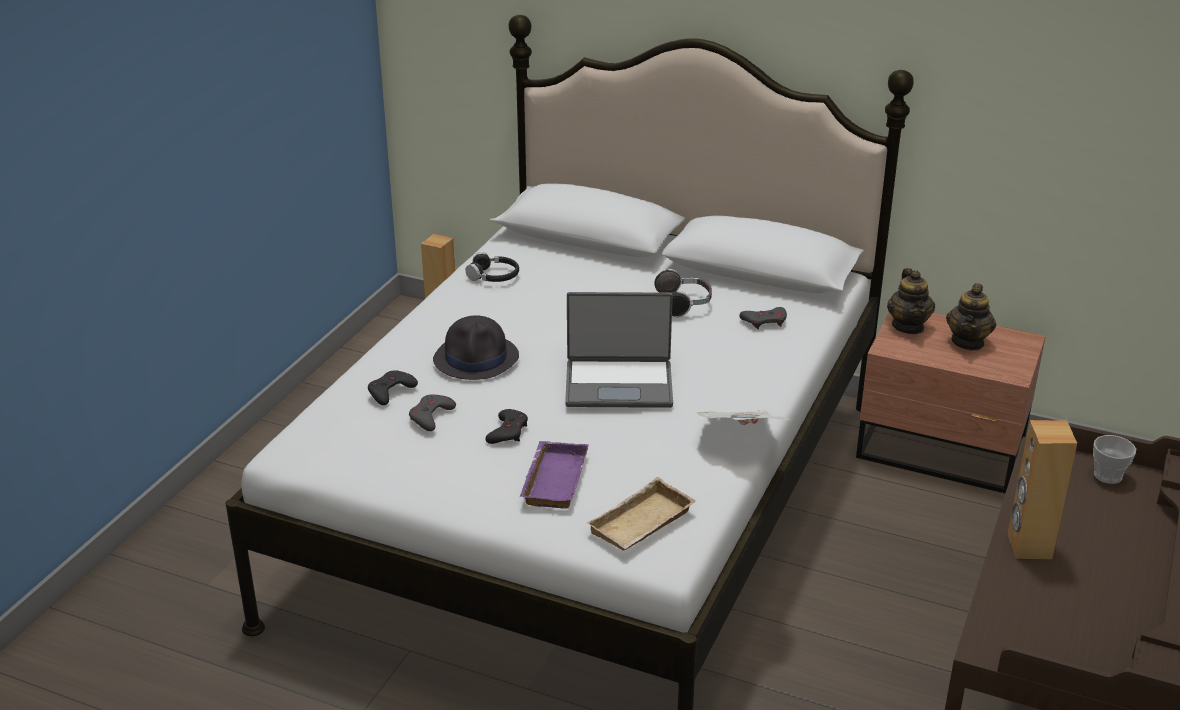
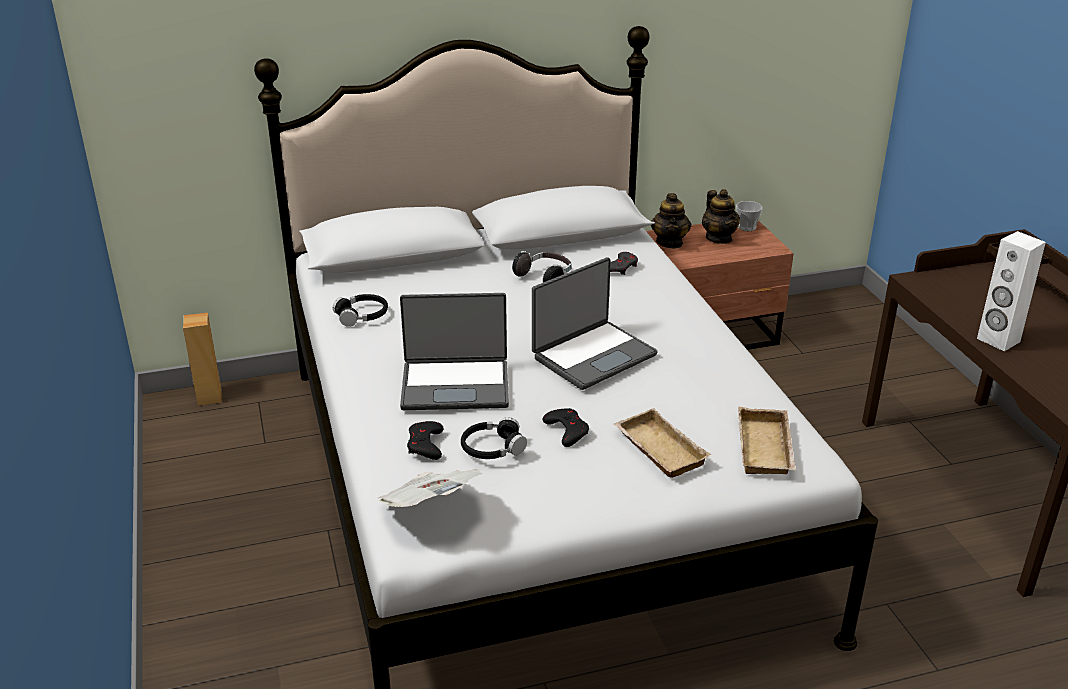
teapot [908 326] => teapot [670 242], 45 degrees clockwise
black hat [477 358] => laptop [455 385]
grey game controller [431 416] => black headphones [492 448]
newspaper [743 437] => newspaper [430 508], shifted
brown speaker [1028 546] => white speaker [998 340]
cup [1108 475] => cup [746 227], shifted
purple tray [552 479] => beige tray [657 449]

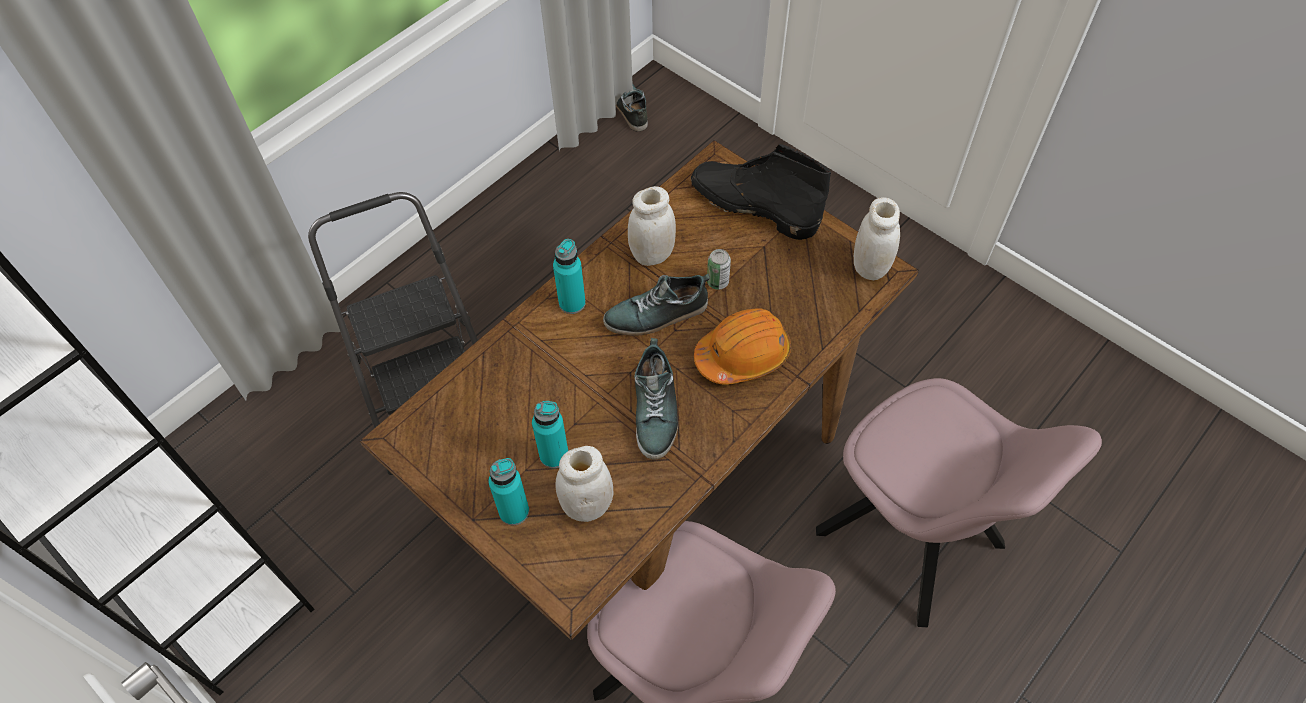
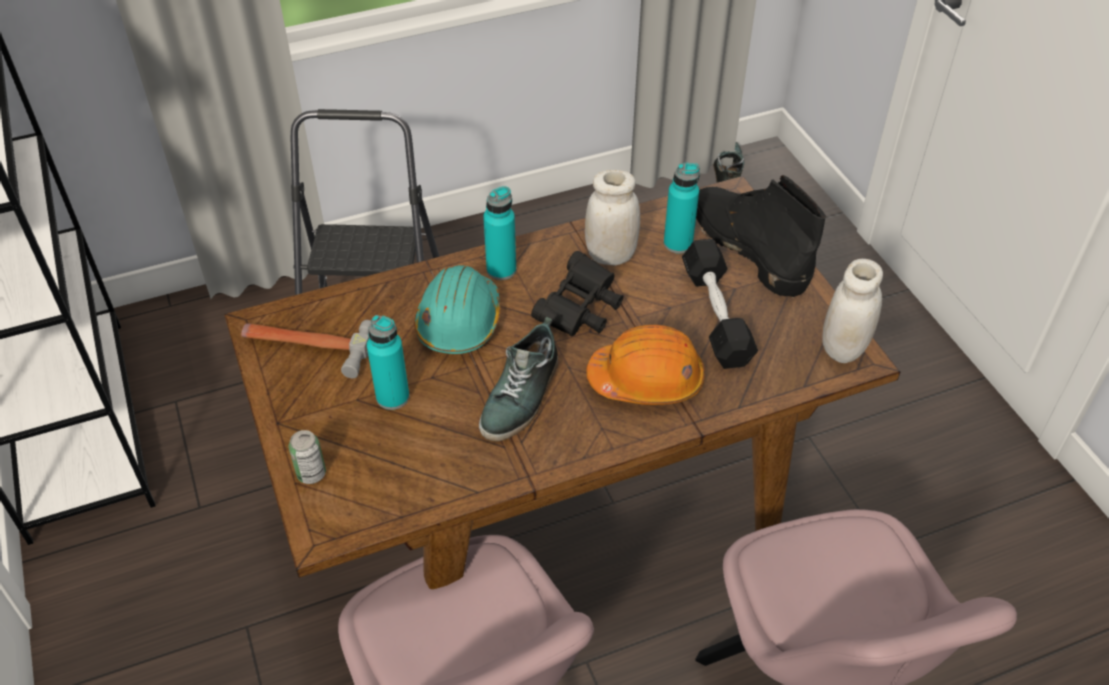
can [717 282] => can [311 474], shifted
shoe [657 315] => black binoculars [580 310]
white jar [587 505] => nothing
turquoise bottle [514 511] => turquoise bottle [678 243], shifted
nothing => black dumbbell [716 315]
nothing => turquoise hard hat [459 322]
nothing => hammer [306 346]

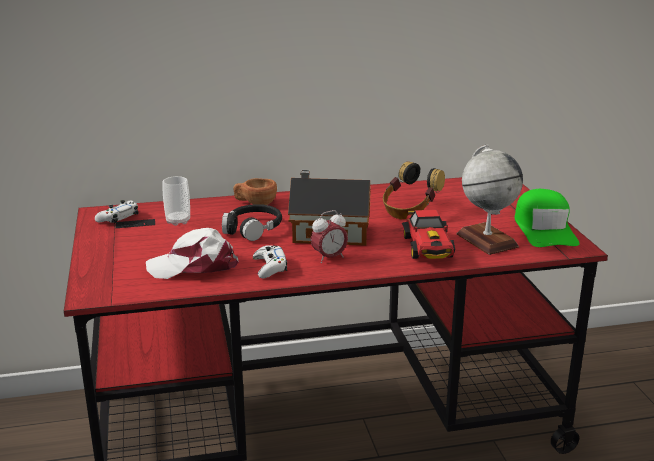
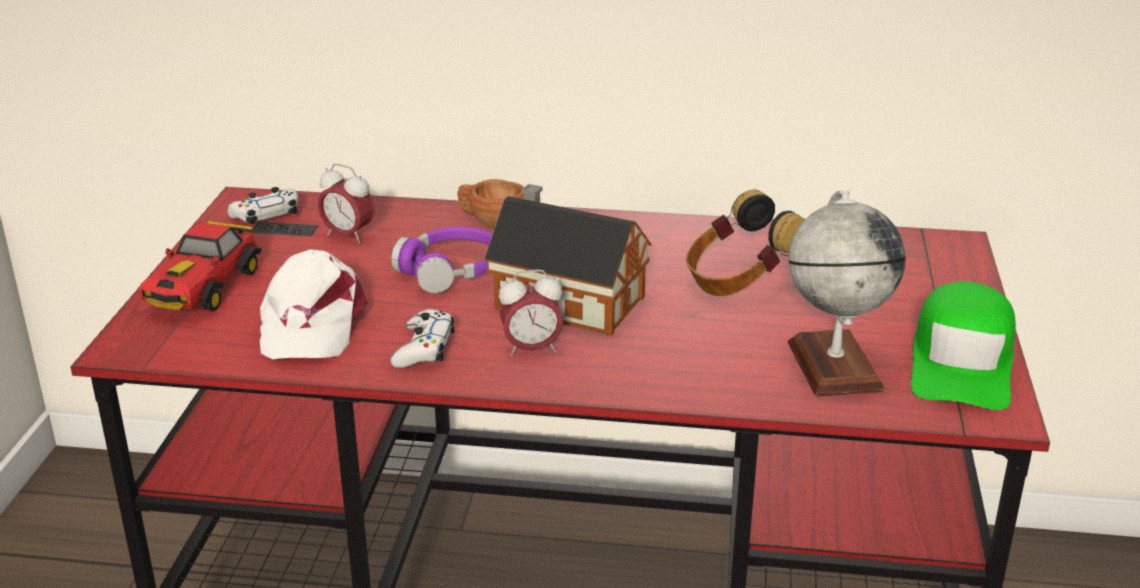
cup [178 221] => alarm clock [348 236]
black headphones [253 229] => purple headphones [451 270]
toy car [428 249] => toy car [203 290], shifted
white cap [194 266] => white cap [310 323], 105 degrees counterclockwise

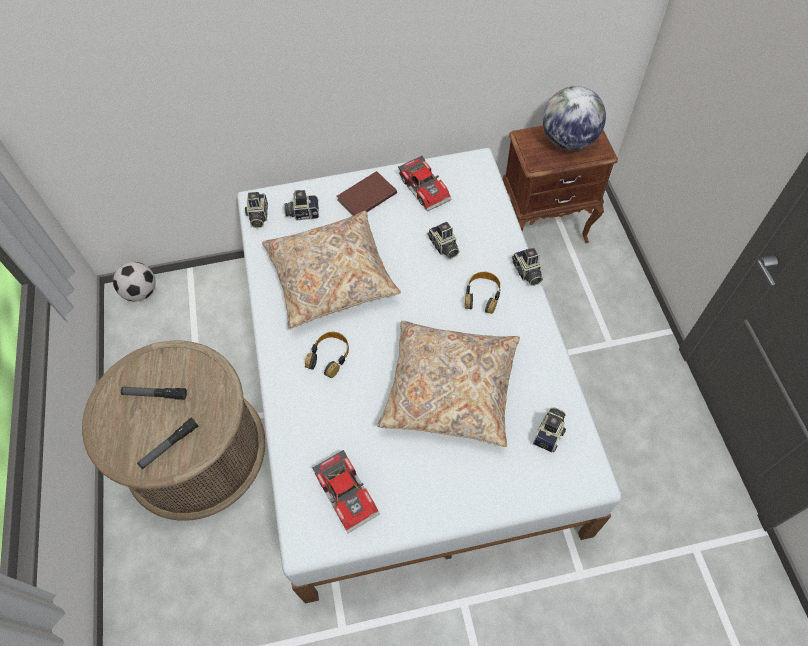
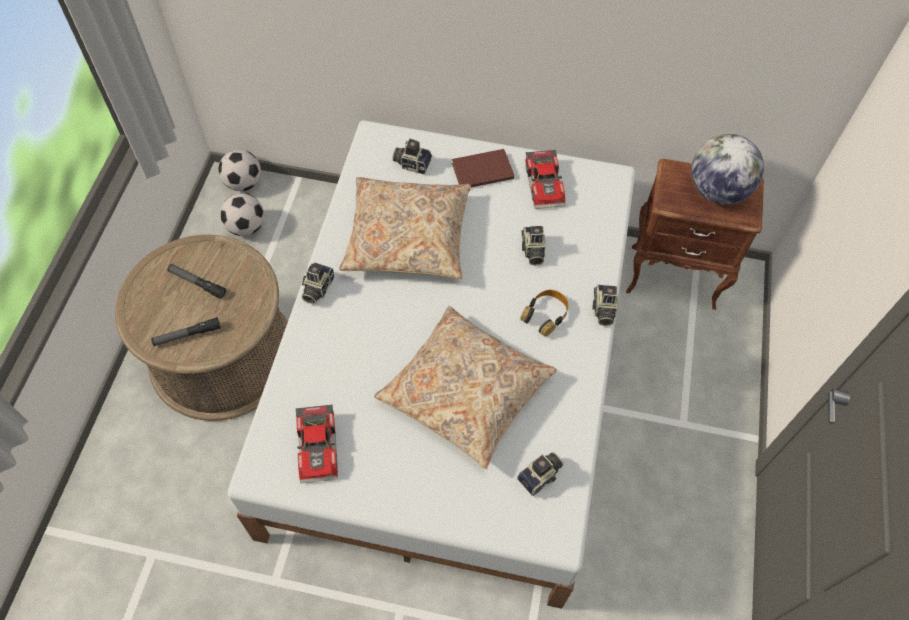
photo camera [258 216] => photo camera [317 288], shifted
headphones [329 356] => nothing
nothing => football [246 227]

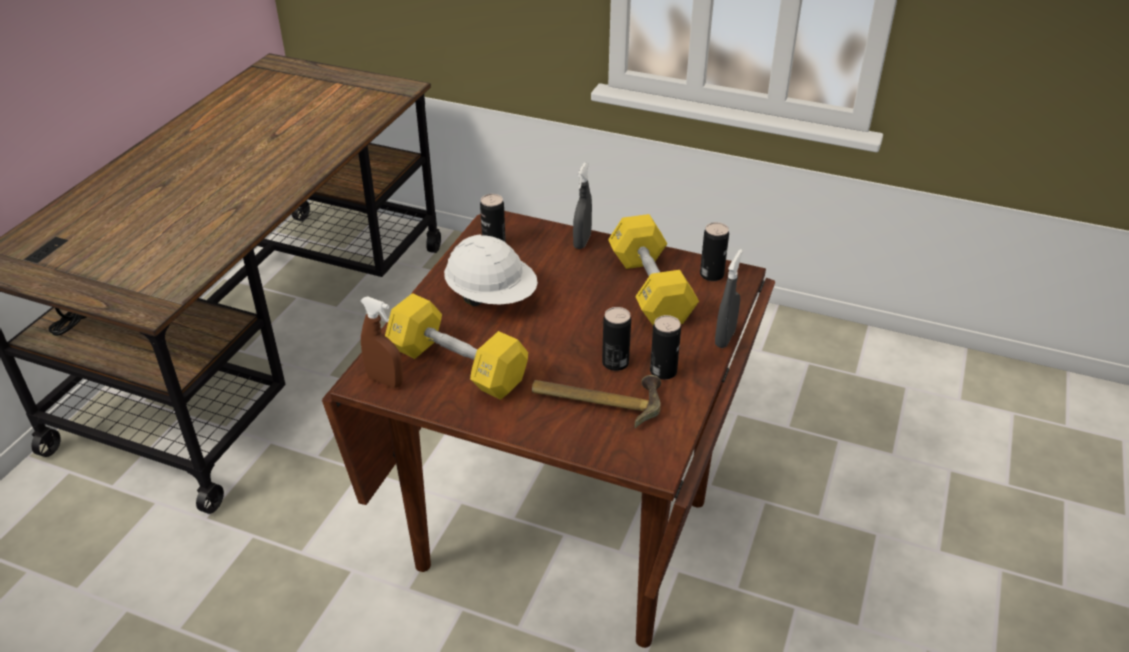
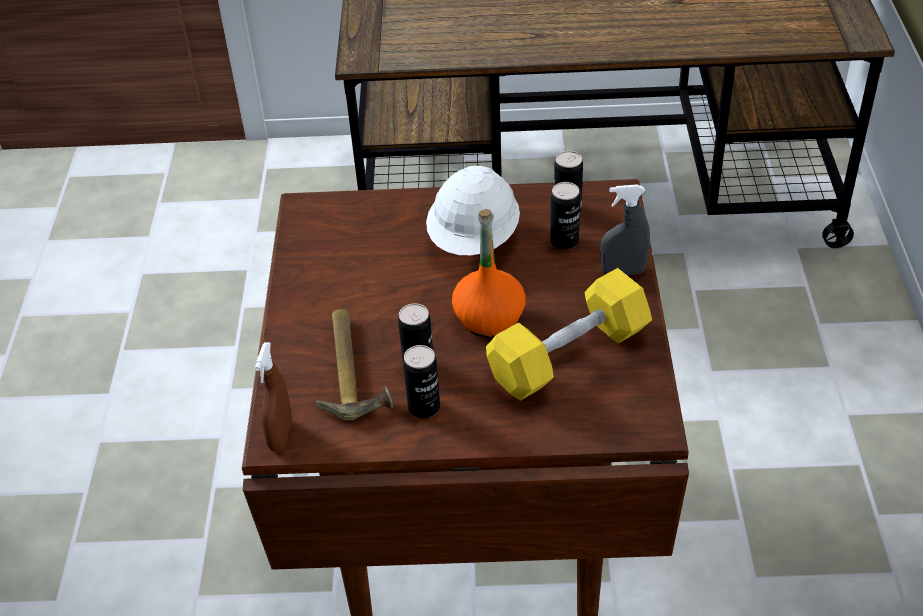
can [711 275] => can [564 241], shifted
grey spray bottle [725 338] => nothing
yellow dumbbell [457 365] => nothing
brown spray bottle [385 381] => brown spray bottle [281 436], shifted
nothing => orange bottle [489 318]

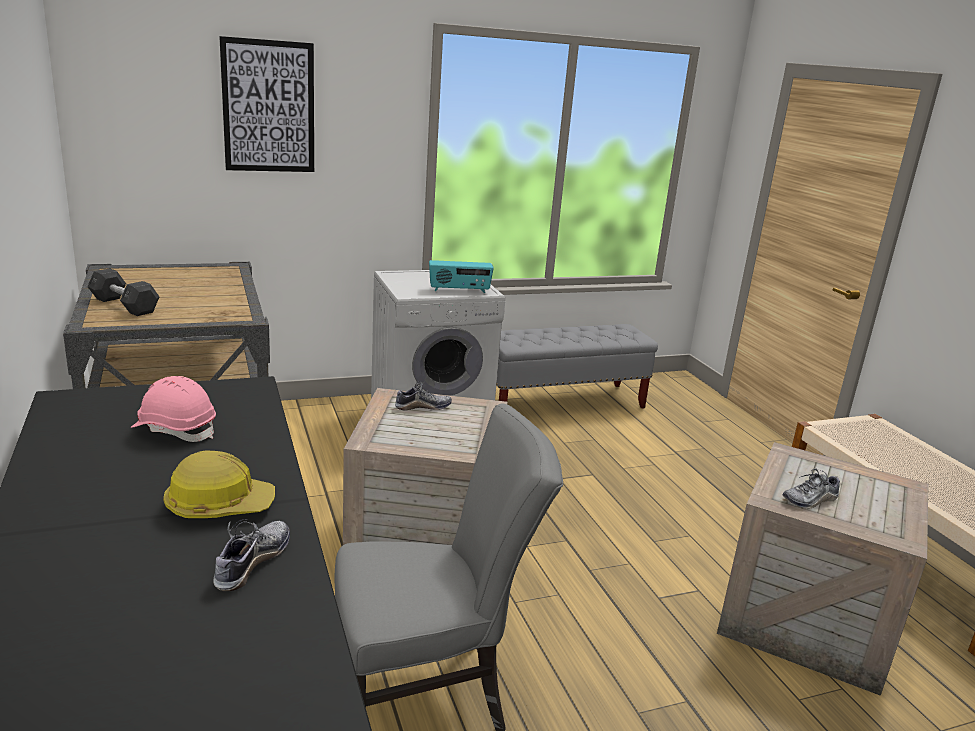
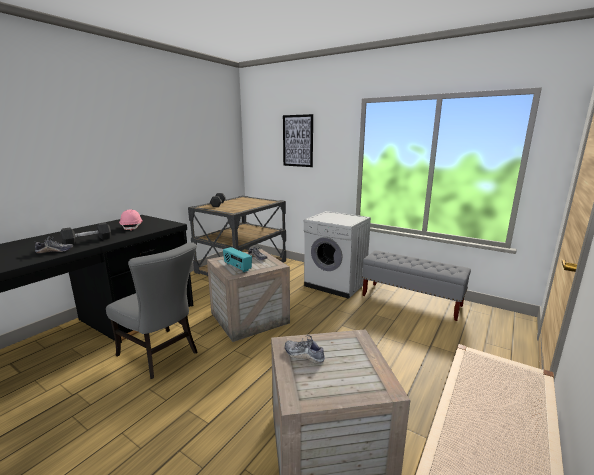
radio [459 290] => radio [237 267], shifted
hard hat [219 505] => grey dumbbell [88 241]

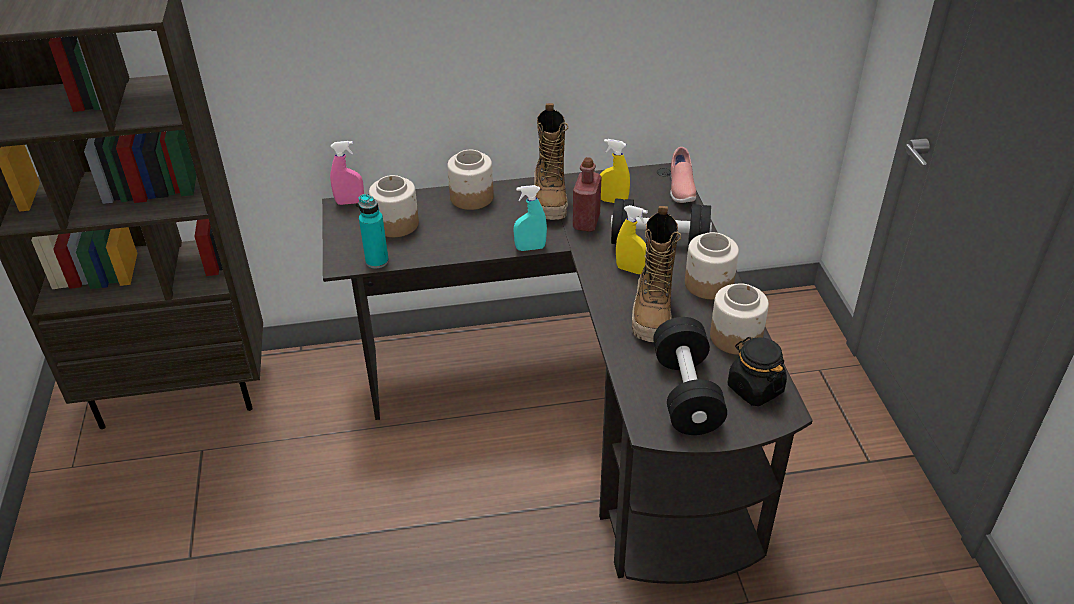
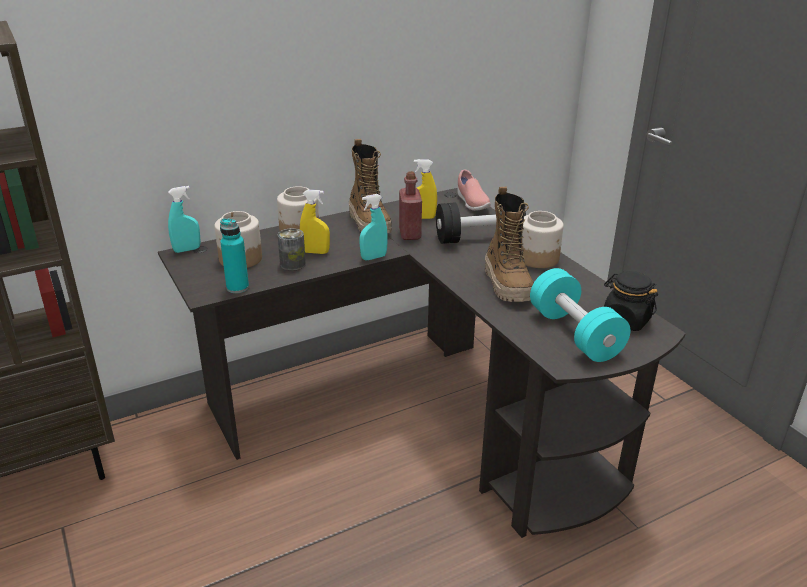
pink spray bottle [350 202] => turquoise spray bottle [187 250]
yellow spray bottle [630 270] => yellow spray bottle [315 252], shifted
jar [736 336] => nothing
black dumbbell [686 393] => turquoise dumbbell [574 333]
nothing => can [292 264]

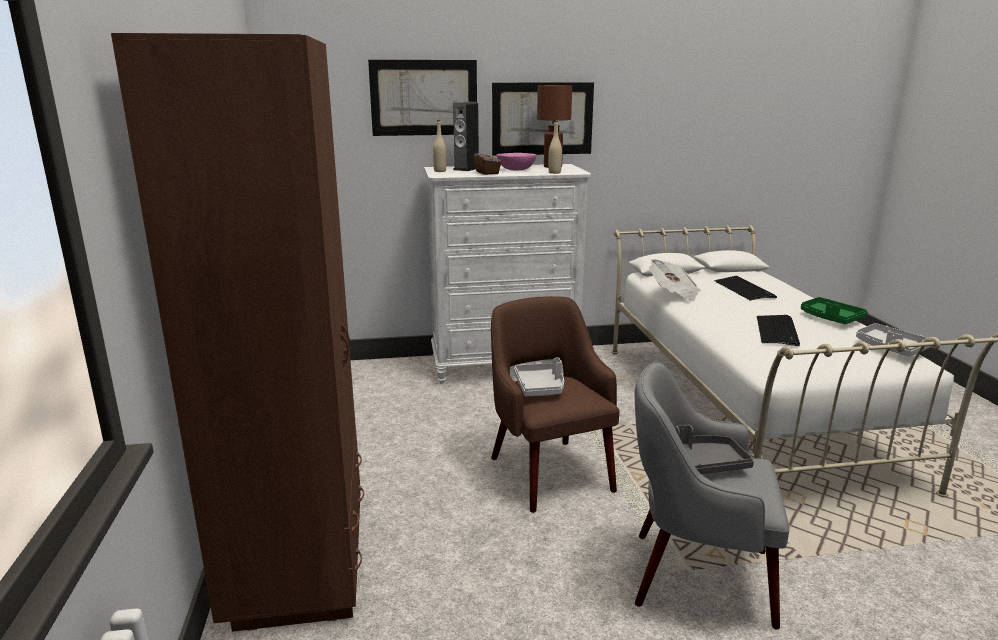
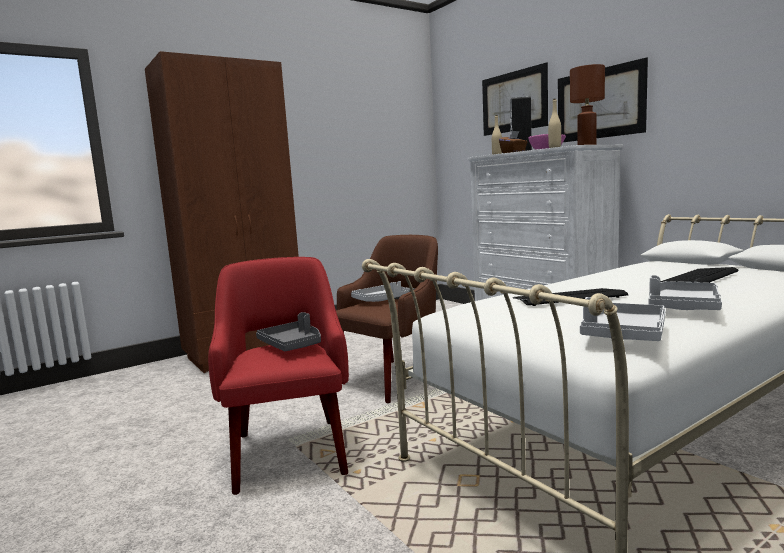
newspaper [673 294] => nothing
green tray [830 318] => grey tray [683 307]
grey armchair [697 576] => red armchair [289 451]

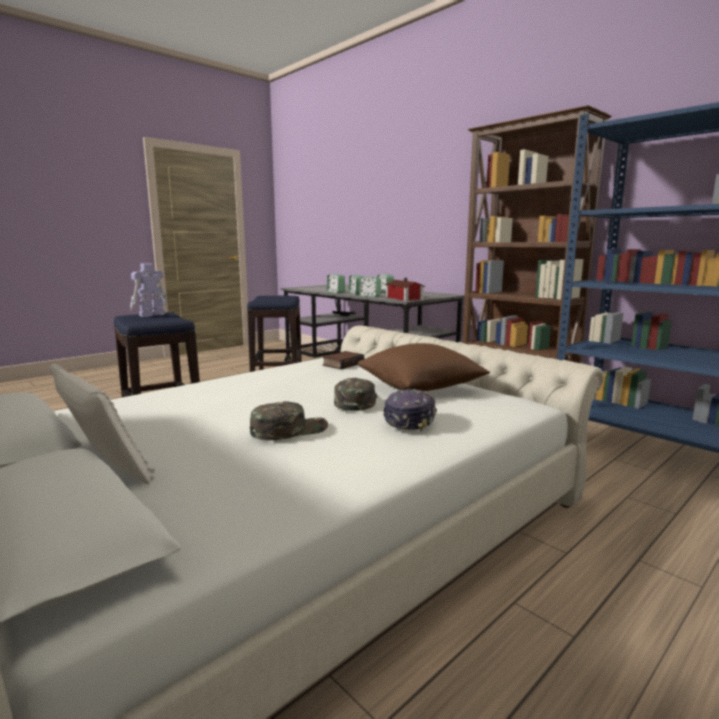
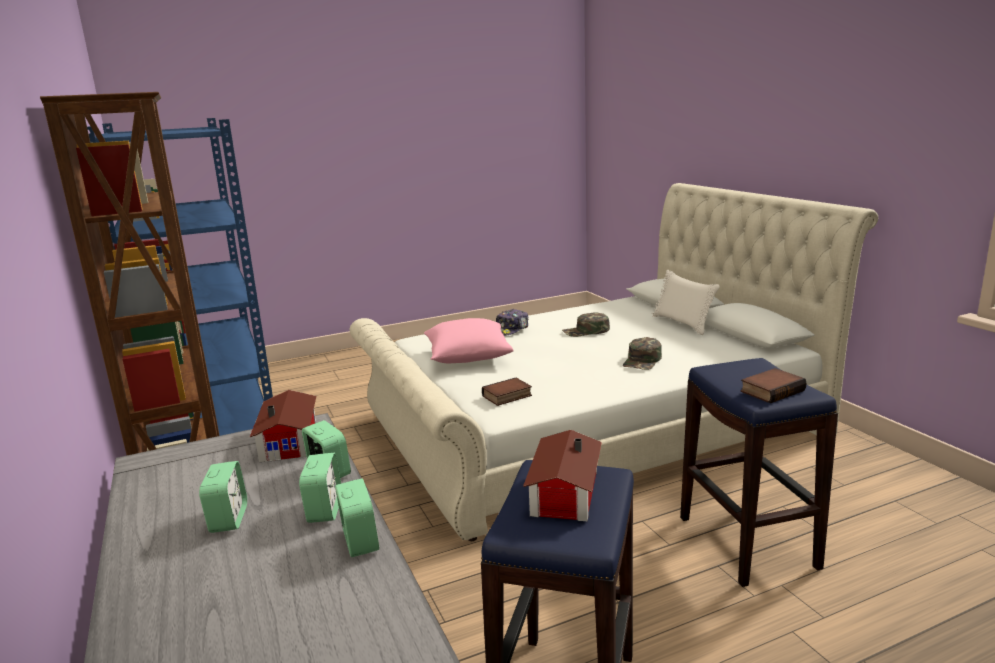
toy robot [151 315] => book [771 390]
brown pillow [420 387] => pink pillow [468 357]
green cap [356 401] => green cap [642 361], shifted
nothing => toy house [562 493]

